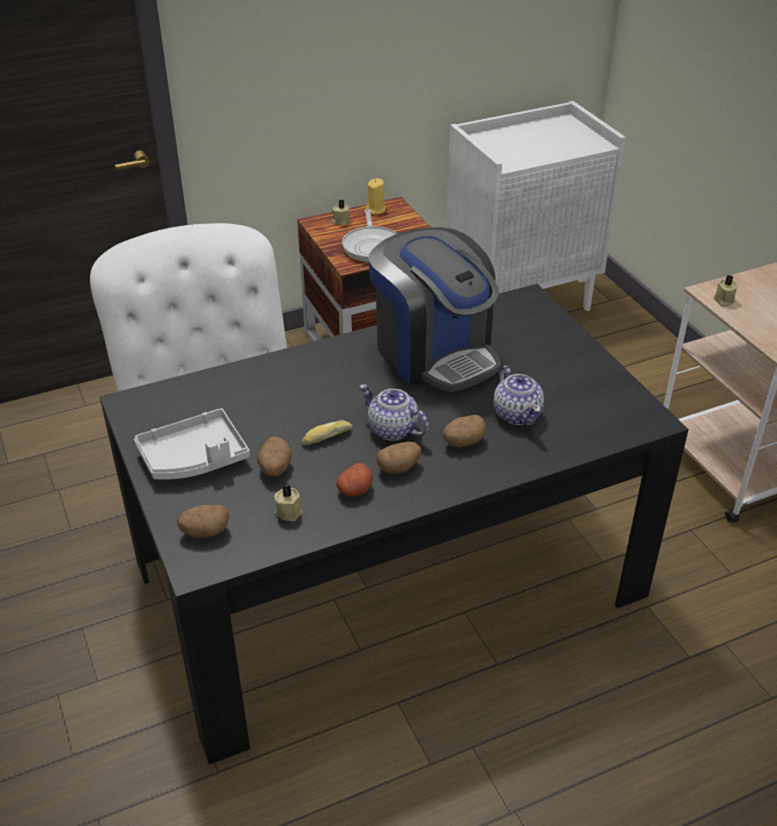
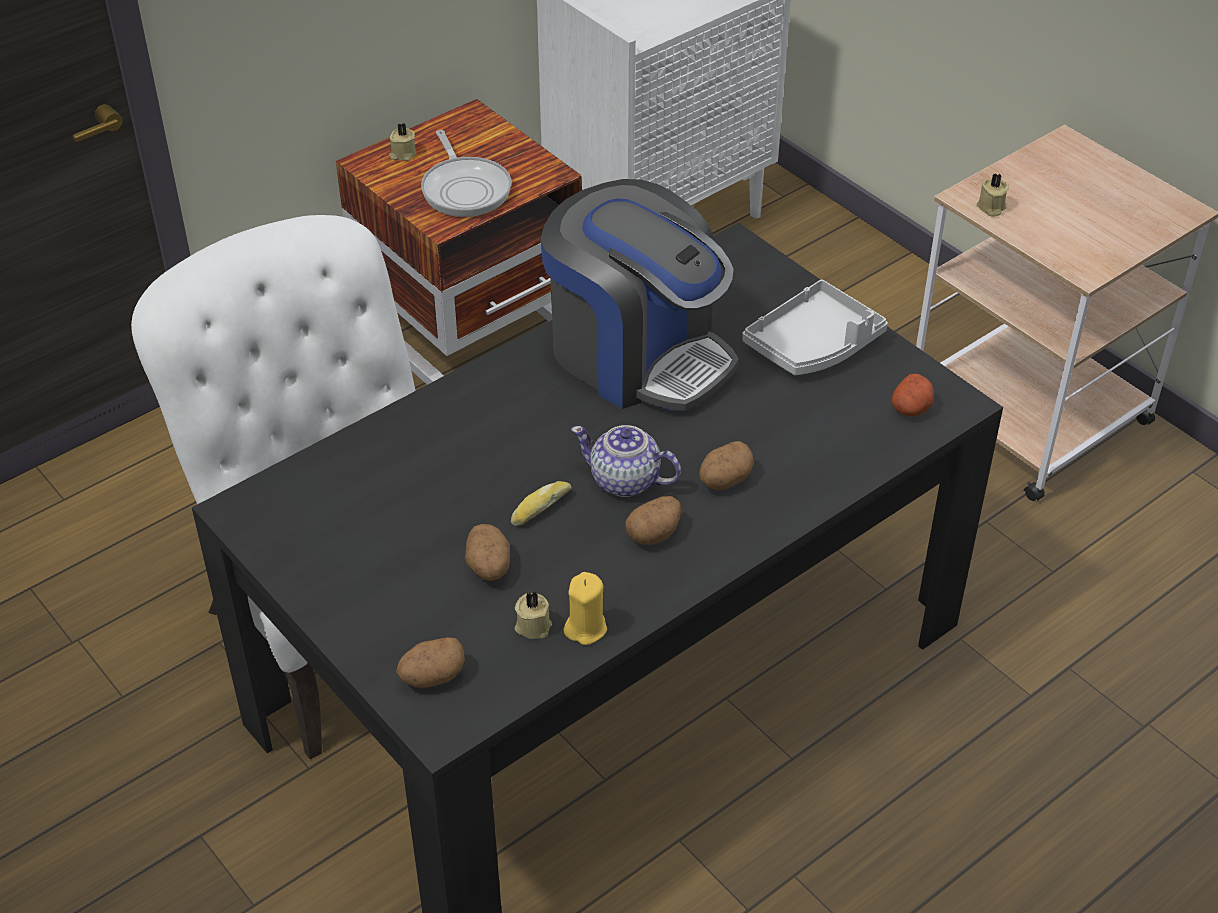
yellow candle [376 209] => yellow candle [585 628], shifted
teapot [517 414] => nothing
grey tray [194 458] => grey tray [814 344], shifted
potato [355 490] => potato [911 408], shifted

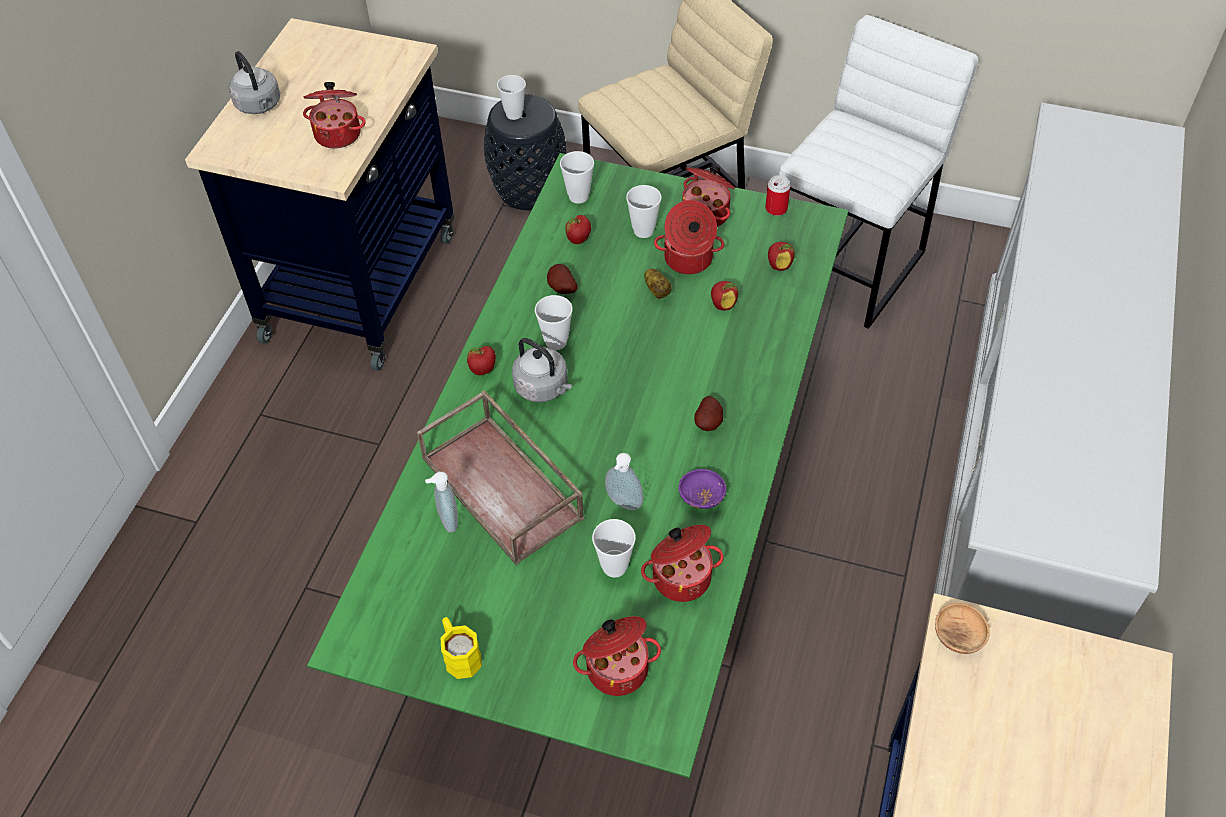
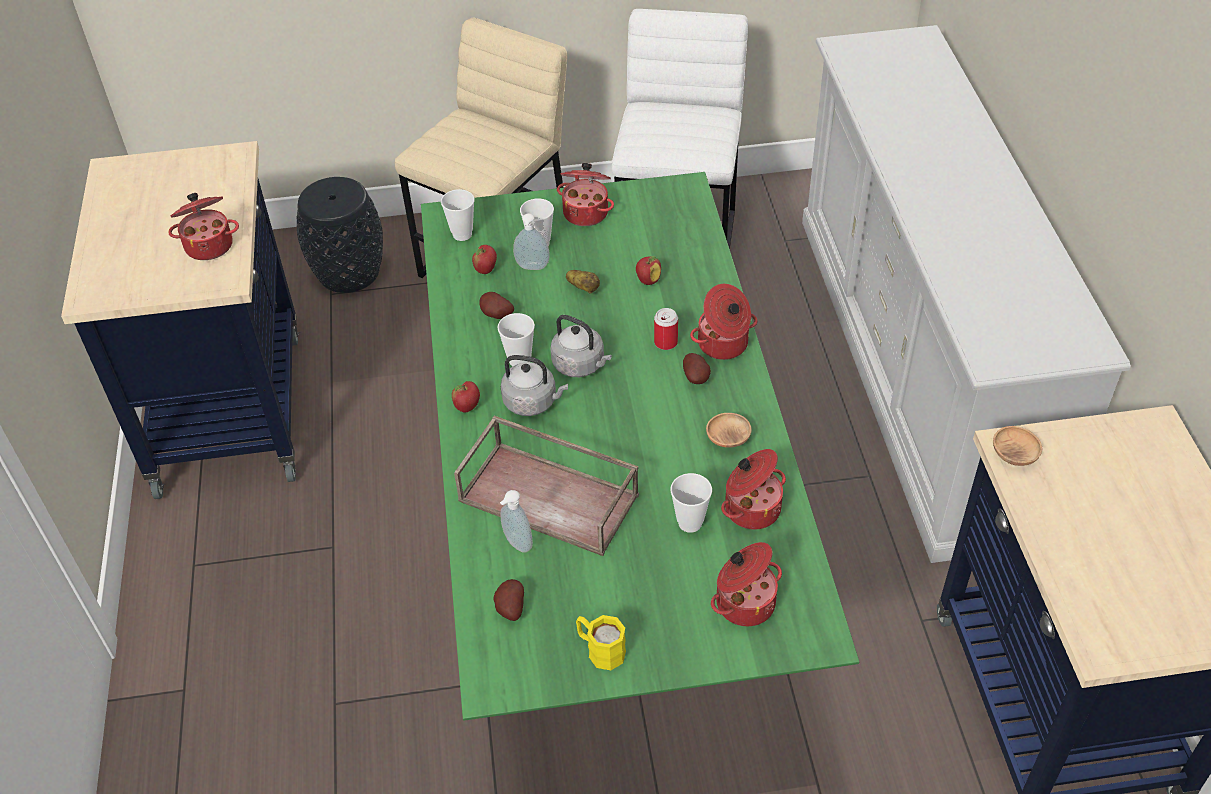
grey kettle [259 106] => grey kettle [581 365], shifted
cup [514 114] => nothing
can [776 209] => can [665 342], shifted
cooking pot [688 260] => cooking pot [723 344], shifted
apple [779 266] => nothing
soap dispenser [623 504] => soap dispenser [532 268], shifted
purple bowl [701 497] => brown bowl [728 439]
nothing => potato [509 608]

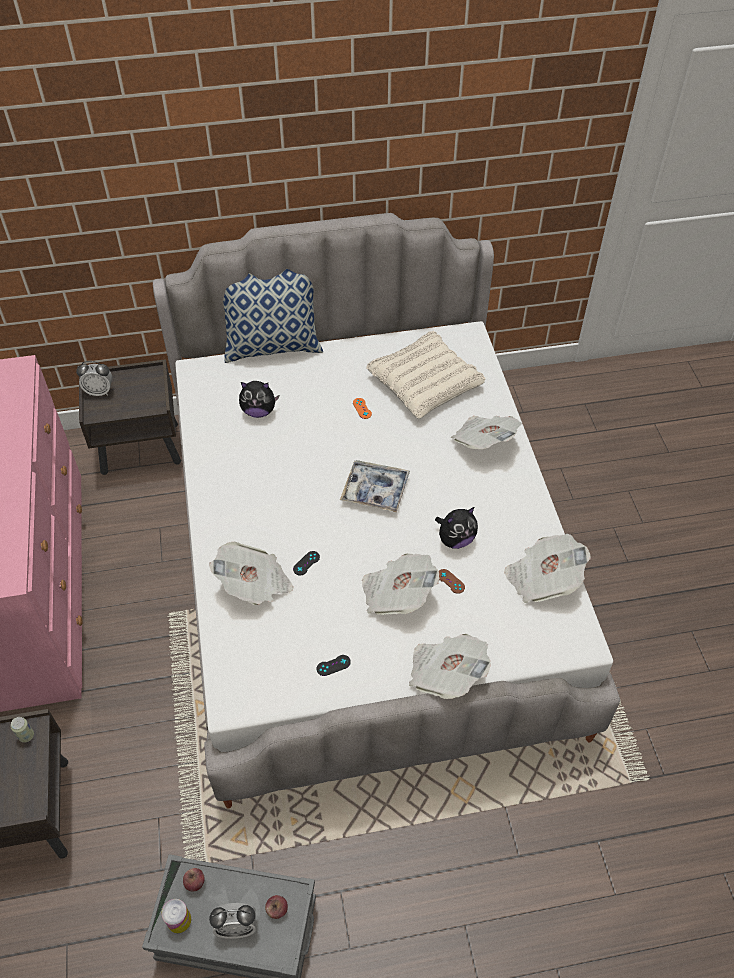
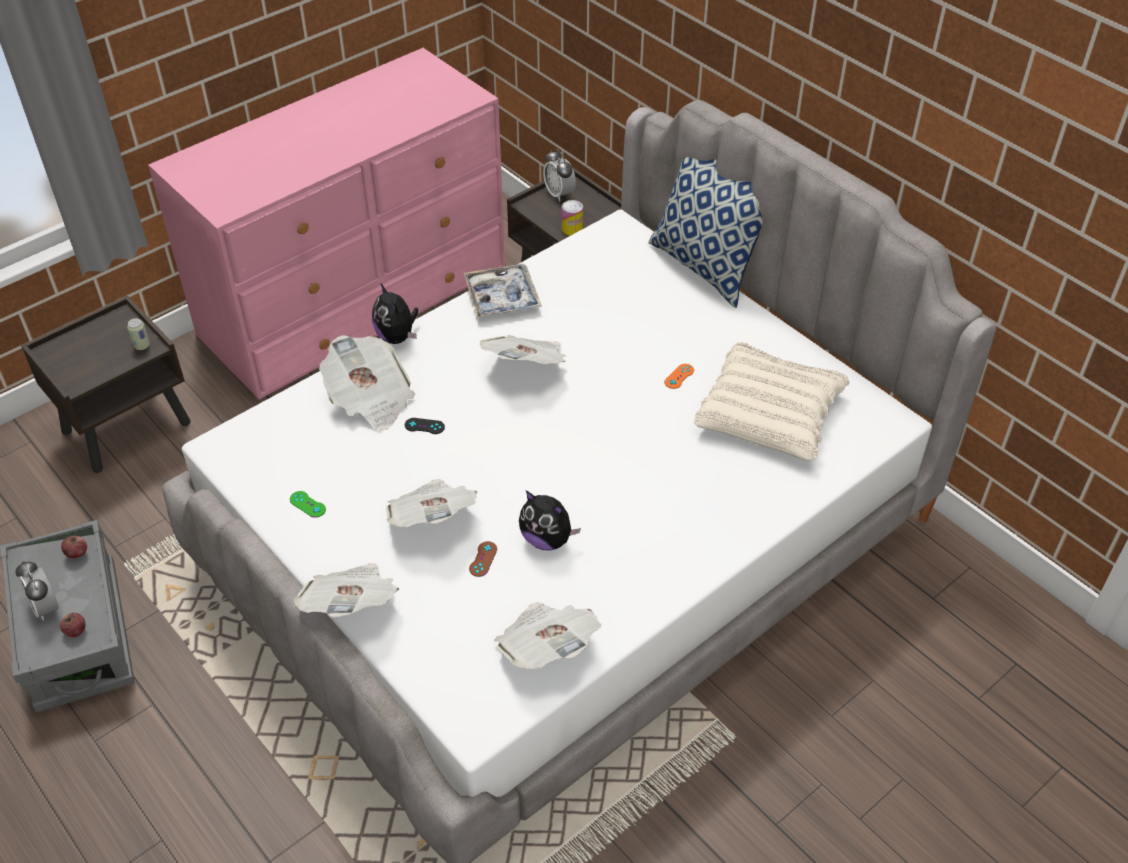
plush toy [259 411] => plush toy [397 337], shifted
newspaper [483 442] => newspaper [527 366], shifted
tray [375 490] => tray [502 297], shifted
black game controller [333 665] => green game controller [307 504]
can [179 920] => can [572 229], shifted

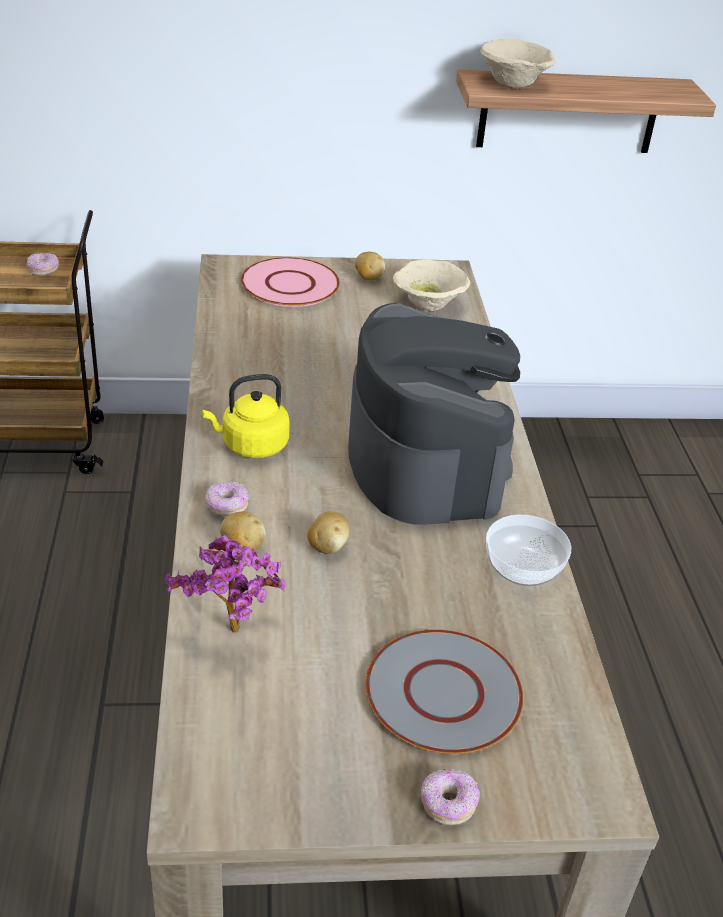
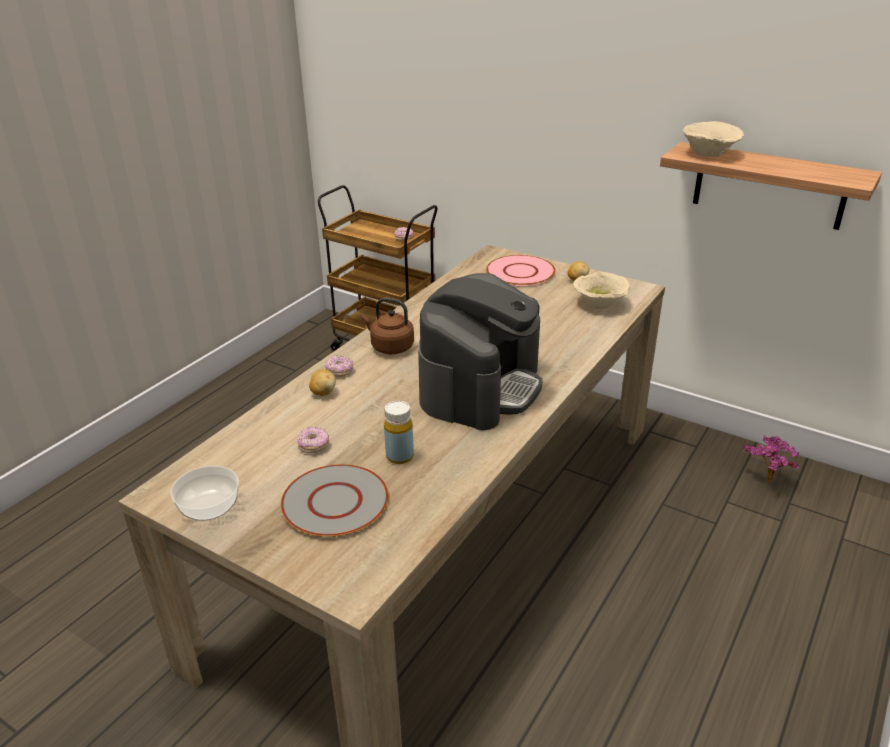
yellow kettle [251 445] => brown kettle [390 347]
potato [327 546] => nothing
bowl [523 566] => bowl [210 505], shifted
potted plant [233 636] => potted plant [766 483], shifted
donut [448 804] => donut [314 446], shifted
nothing => yellow bottle [399 456]

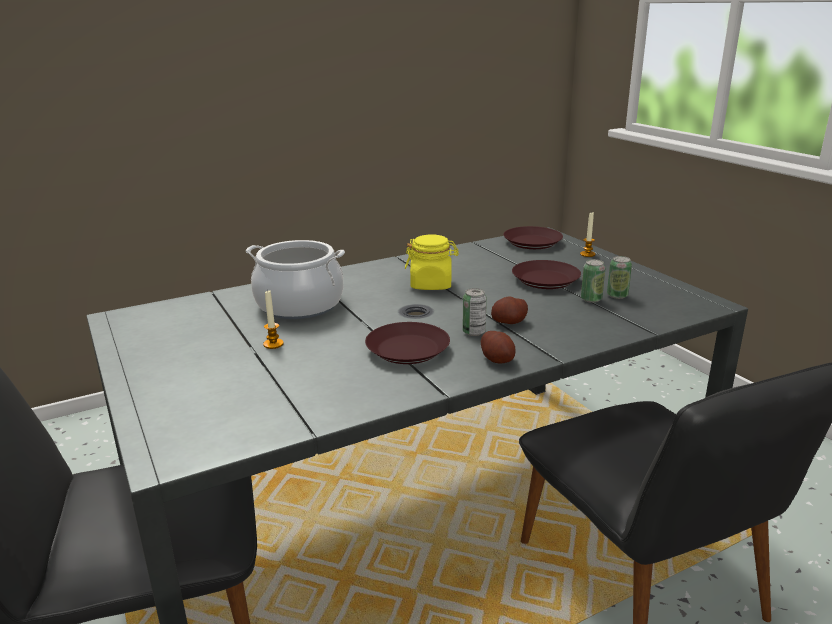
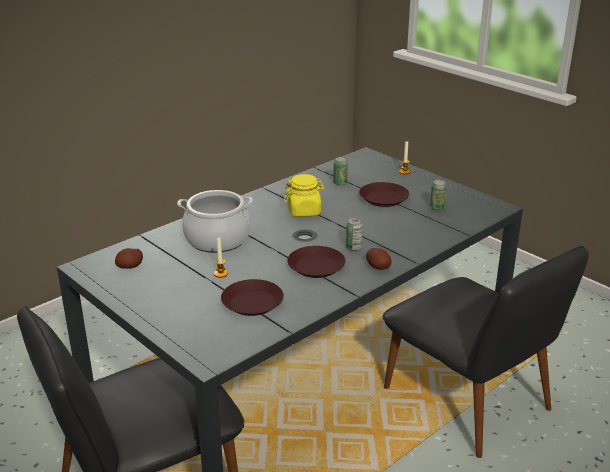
brown plate [532 242] => brown plate [252 303], shifted
can [591 299] => can [340 183], shifted
potato [509 322] => potato [130 266], shifted

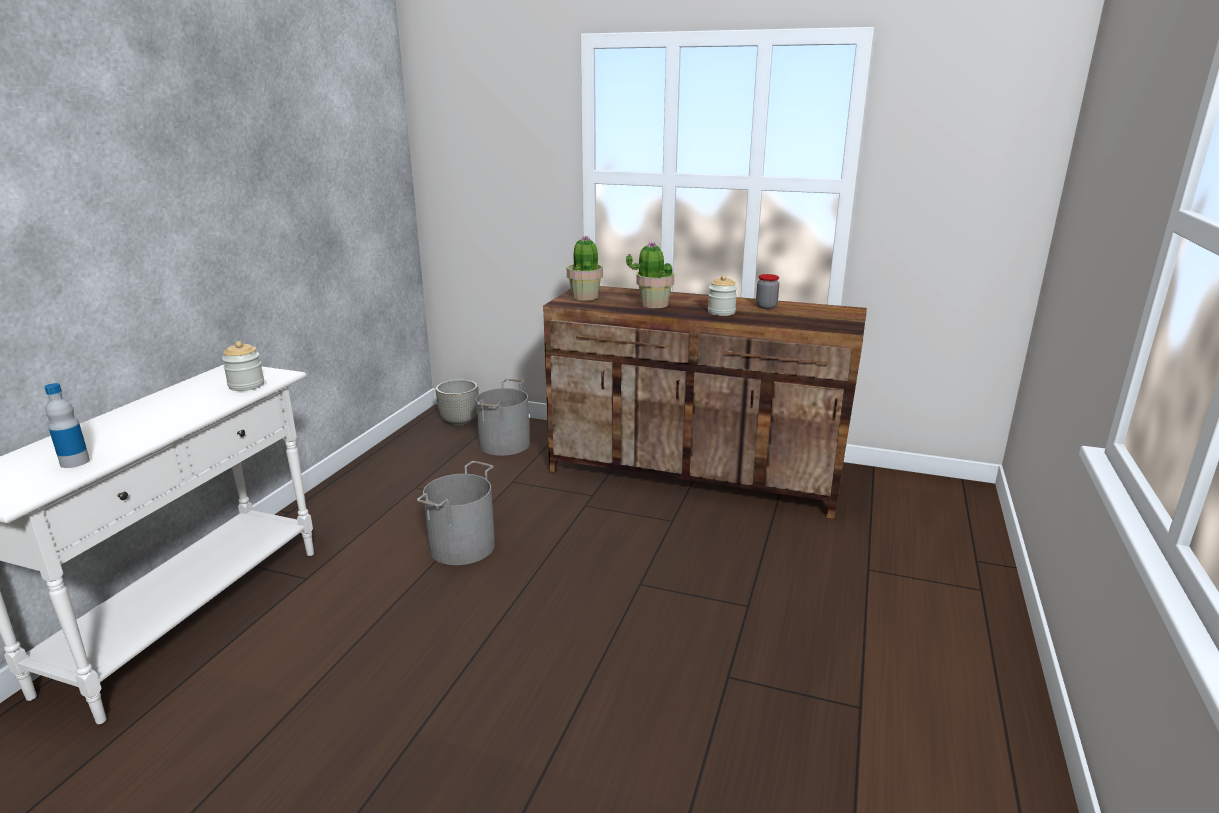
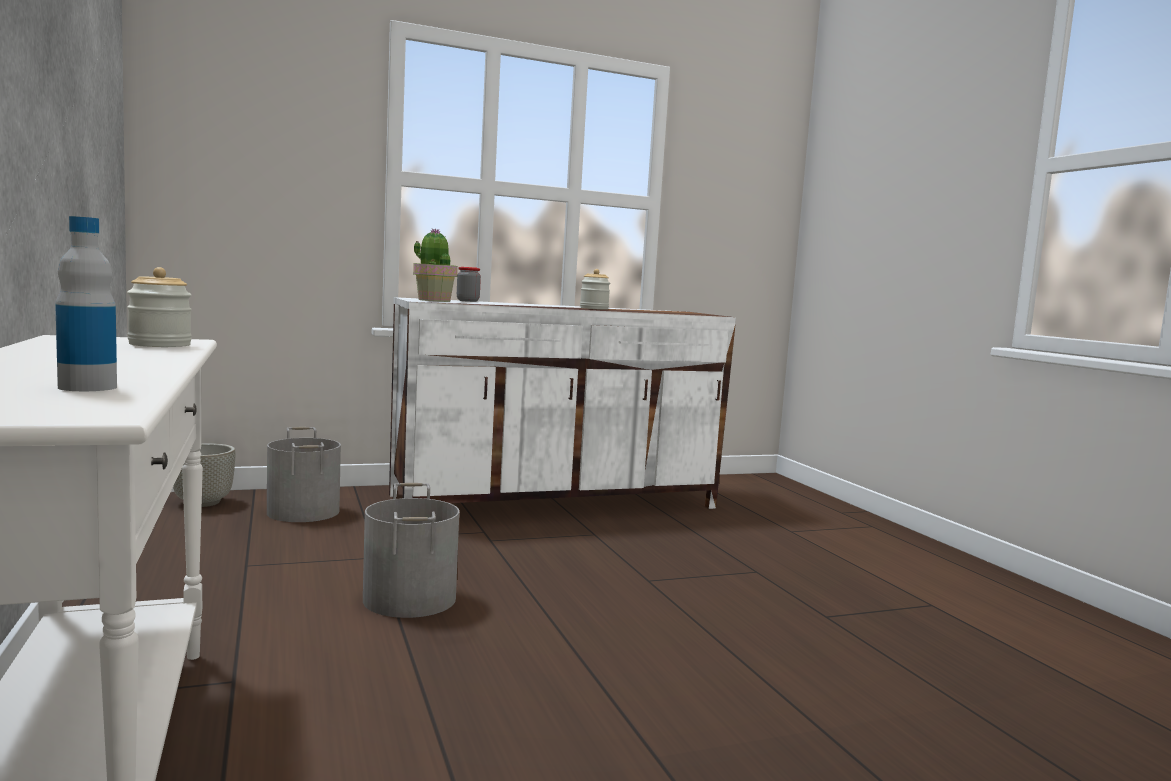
potted plant [653 304] => nothing
jar [766 306] => jar [468 301], shifted
brown cabinet [695 475] => white cabinet [557 502]

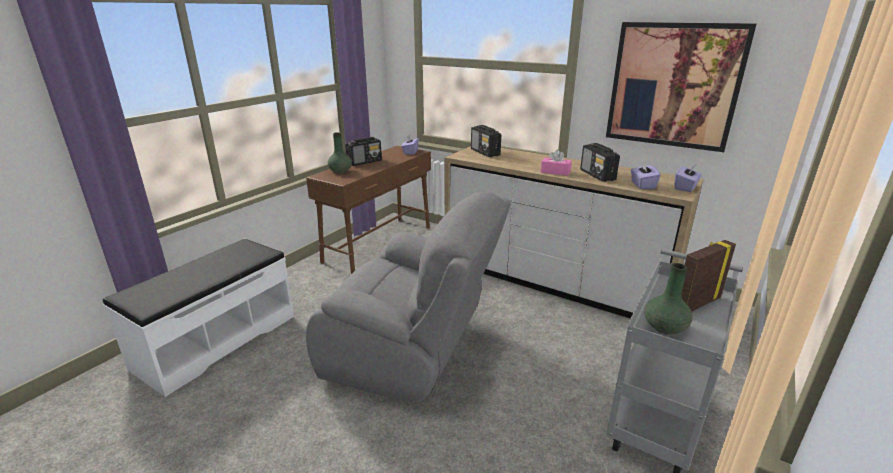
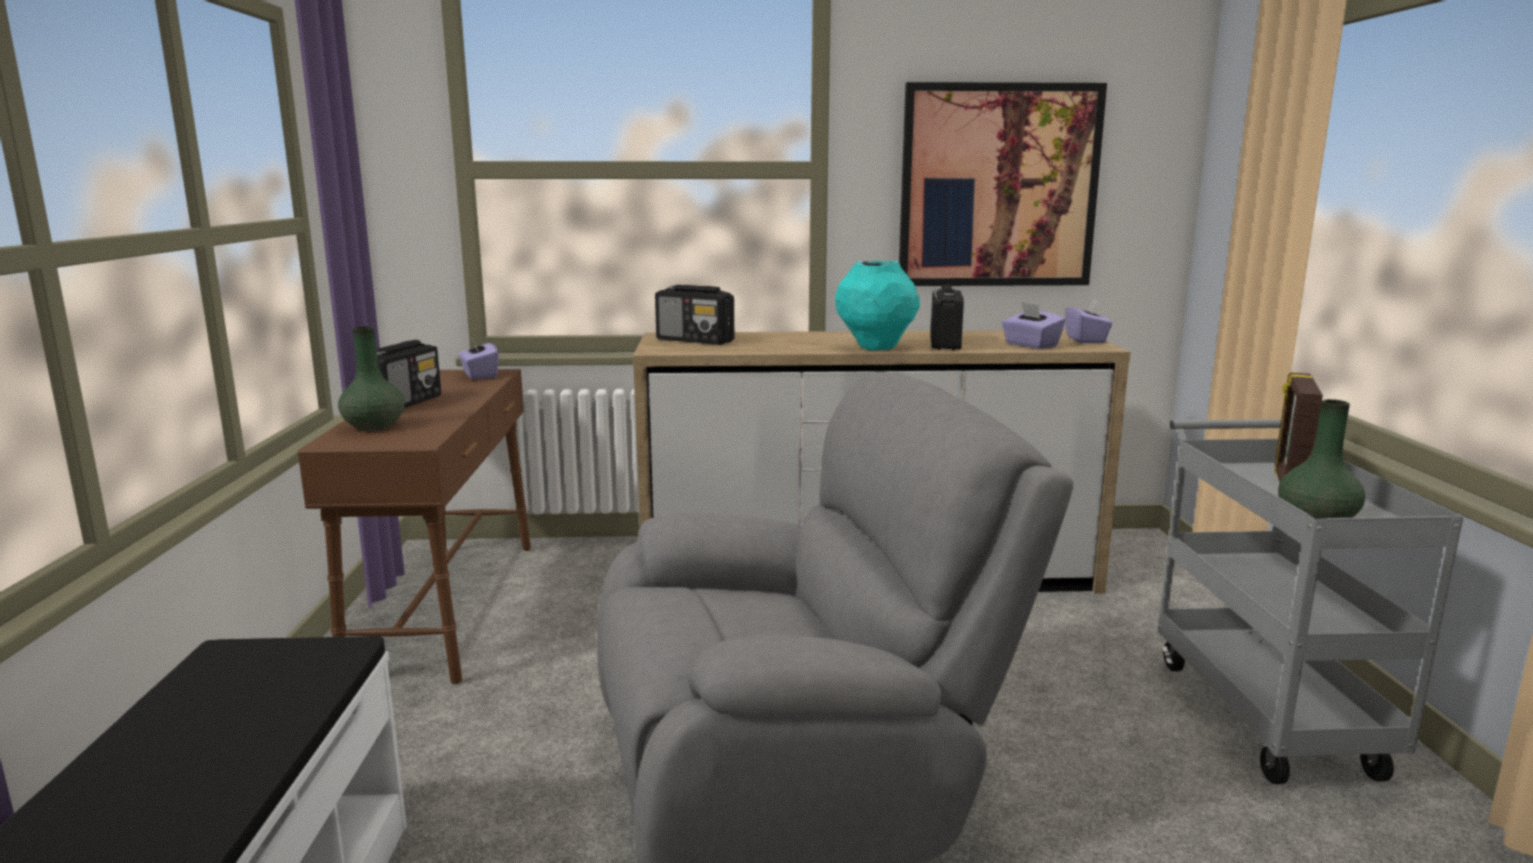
radio [597 175] => radio [945 343], 120 degrees counterclockwise
pink tissue box [555 172] => turquoise vase [876 348]

